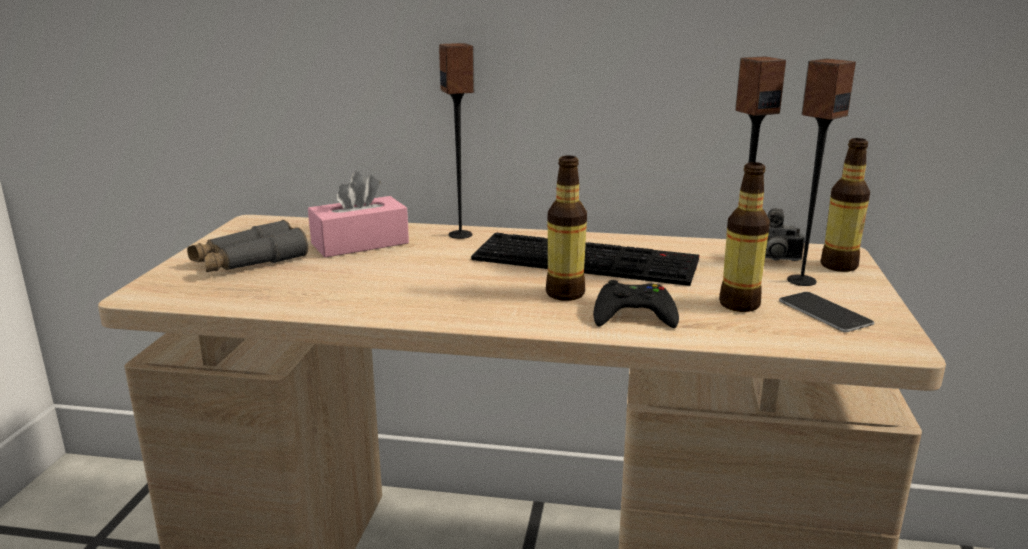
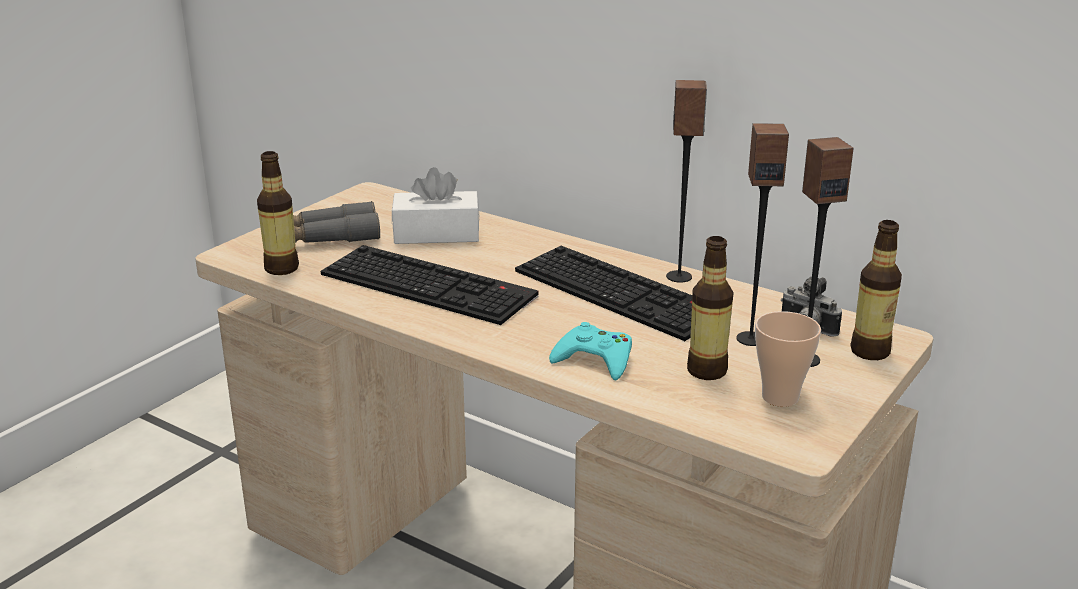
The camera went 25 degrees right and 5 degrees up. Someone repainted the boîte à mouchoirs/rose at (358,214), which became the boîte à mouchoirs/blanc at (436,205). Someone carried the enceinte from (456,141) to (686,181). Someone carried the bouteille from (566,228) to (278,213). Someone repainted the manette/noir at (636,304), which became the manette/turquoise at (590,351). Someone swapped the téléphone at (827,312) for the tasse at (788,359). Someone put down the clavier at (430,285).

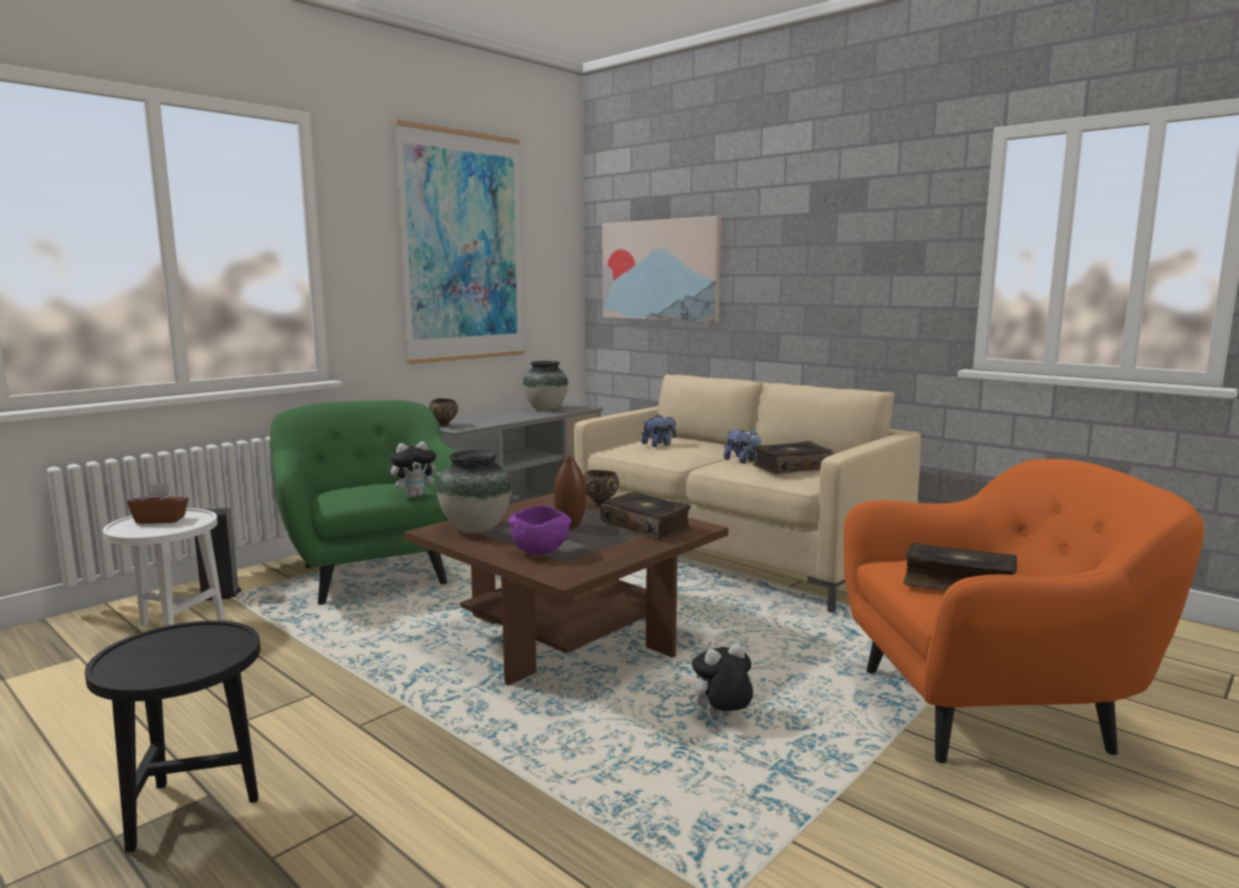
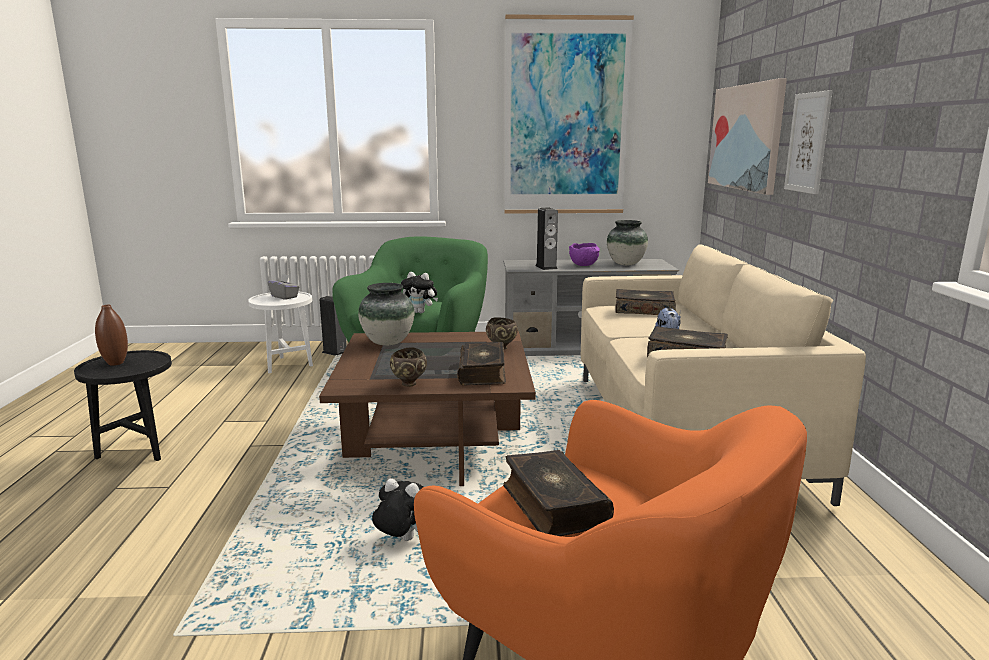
The camera went 45 degrees right and 5 degrees up. Someone repainted the boîte à mouchoirs/marron at (158,503), which became the boîte à mouchoirs/gris at (284,287). Someone carried the bol/marron from (443,412) to (408,367). Someone carried the bol/violet from (540,530) to (584,254). Someone carried the vase/marron from (570,492) to (111,335). Someone swapped the peluche at (659,431) for the livre at (646,302). Someone put down the enceinte at (546,239). Someone put up the tableau at (808,142).

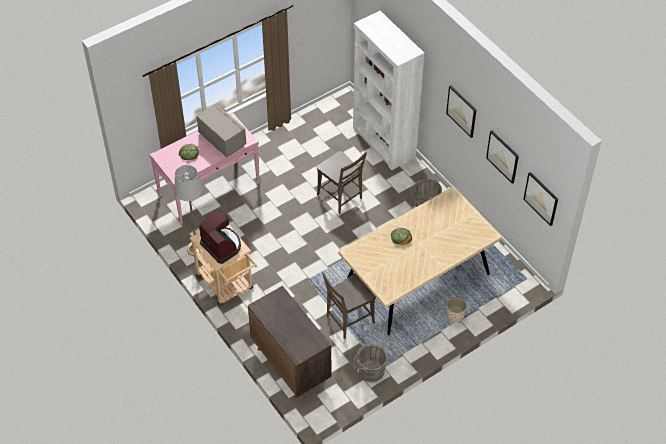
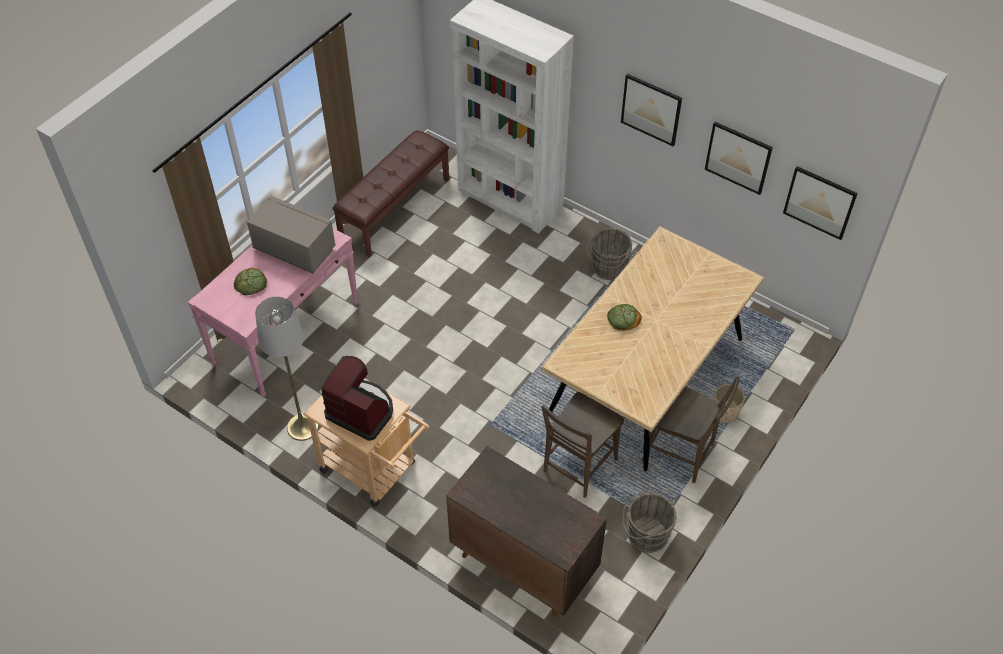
The camera went 20 degrees left and 0 degrees up. Someone carried the chaise/marron from (341,182) to (691,429). Someone put down the banc/marron at (390,193).

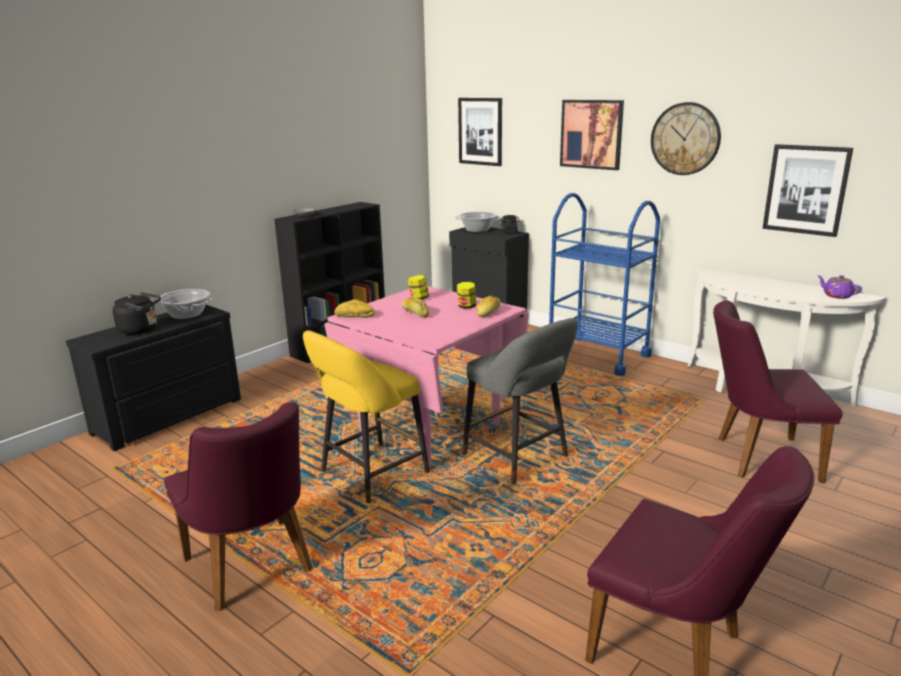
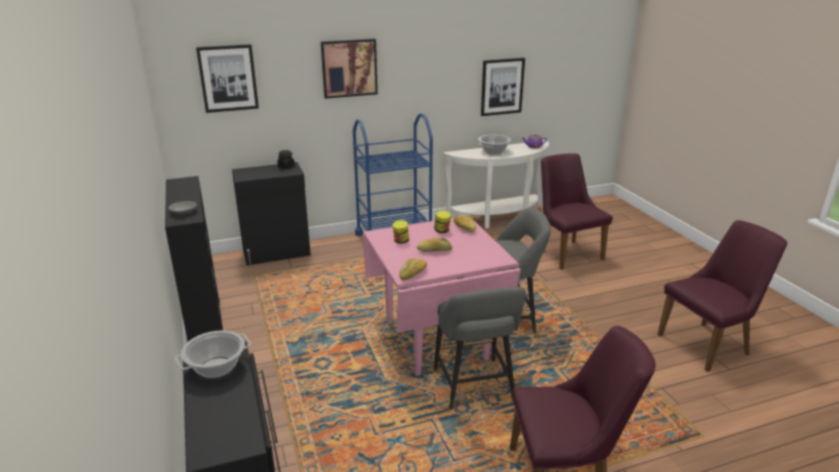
The camera went 60 degrees left and 5 degrees up. Someone took away the bouilloire/noir at (136,313). Someone repainted the tabouret/jaune at (366,416), which became the tabouret/gris at (480,348). Someone carried the marmite from (477,222) to (494,145). Someone took away the horloge murale at (686,138). Someone rotated the chaise/violet at (778,391) by 120 degrees clockwise.

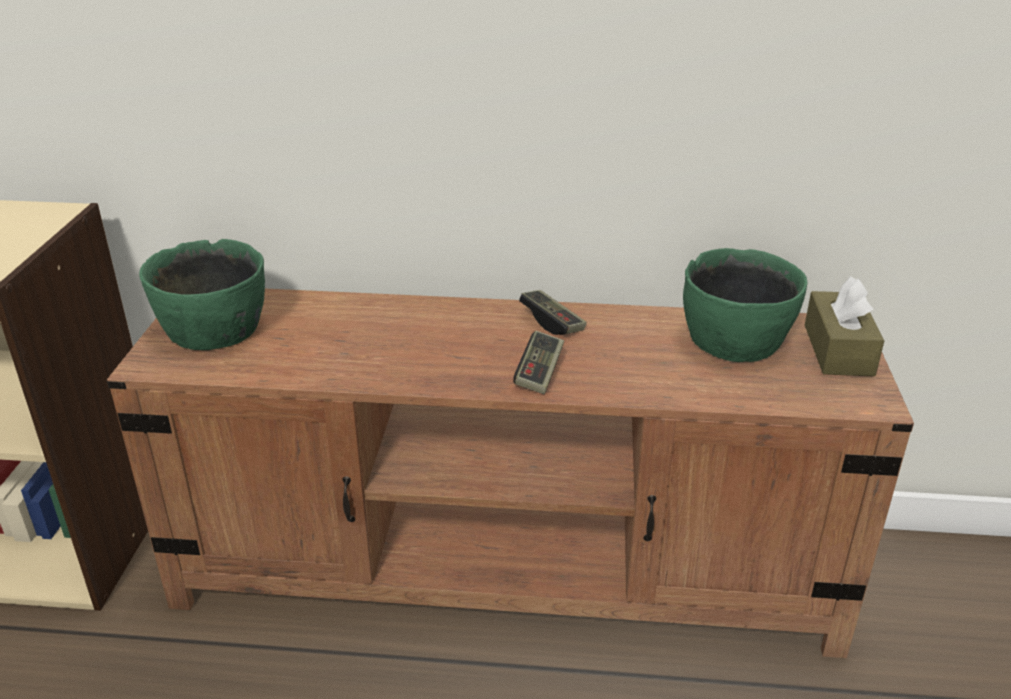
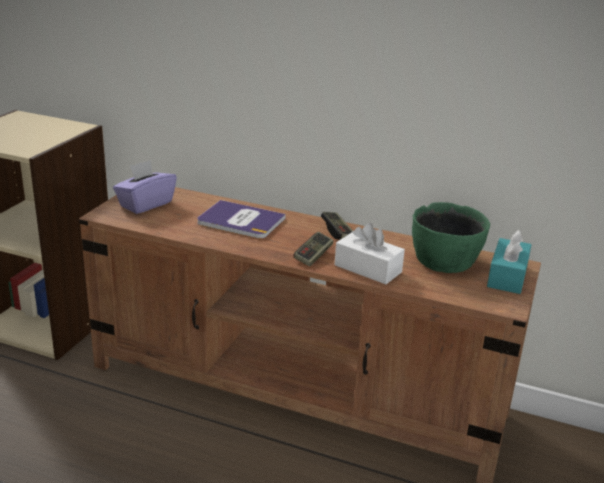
The camera went 15 degrees right and 5 degrees down. Someone swapped the bol/vert at (202,294) for the boîte à mouchoirs/violet at (145,187). Someone repainted the boîte à mouchoirs/marron at (844,326), which became the boîte à mouchoirs/turquoise at (509,262). Someone put down the livre at (242,219). Someone put down the boîte à mouchoirs/blanc at (370,253).

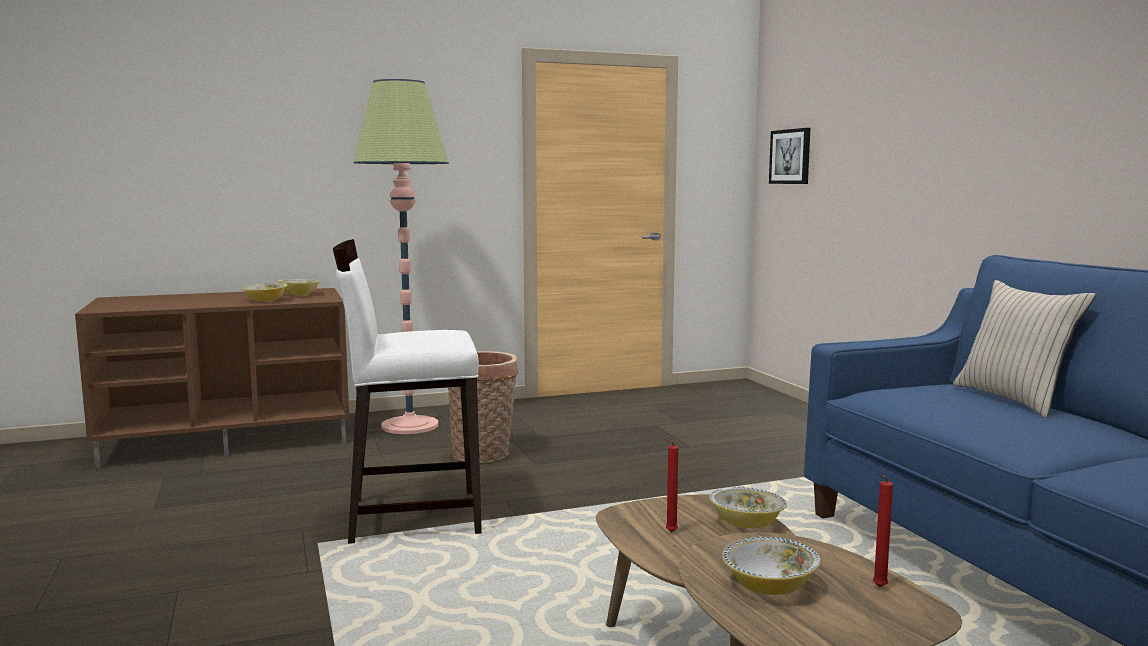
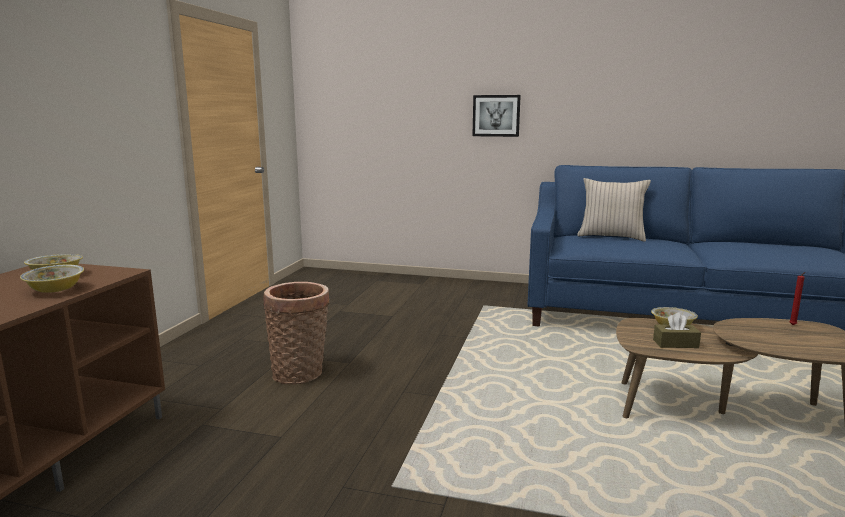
The camera went 55 degrees left and 5 degrees up. Someone took away the tabouret/blanc at (407,391). Someone took away the lampadaire at (401,256). Someone swapped the bougie/rouge at (672,485) for the boîte à mouchoirs/marron at (677,330). Someone took away the bol at (771,566). Someone carried the tableau from (789,156) to (496,116).

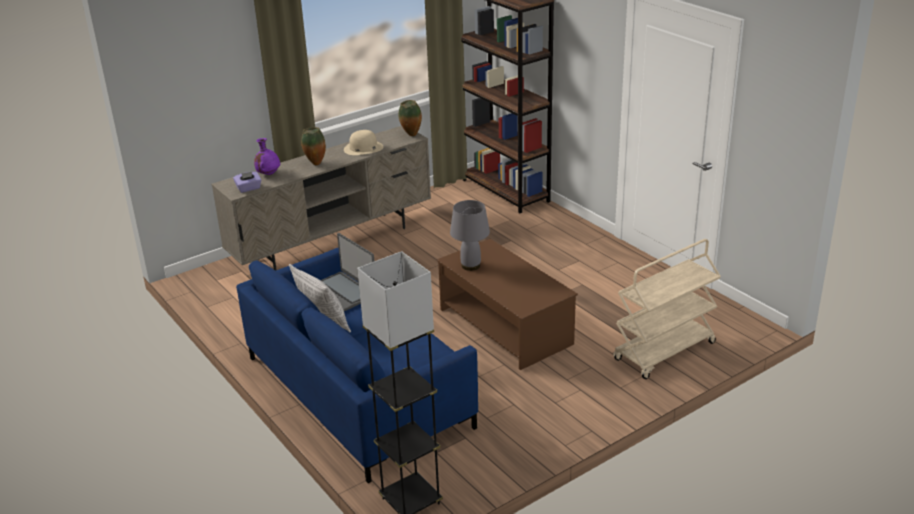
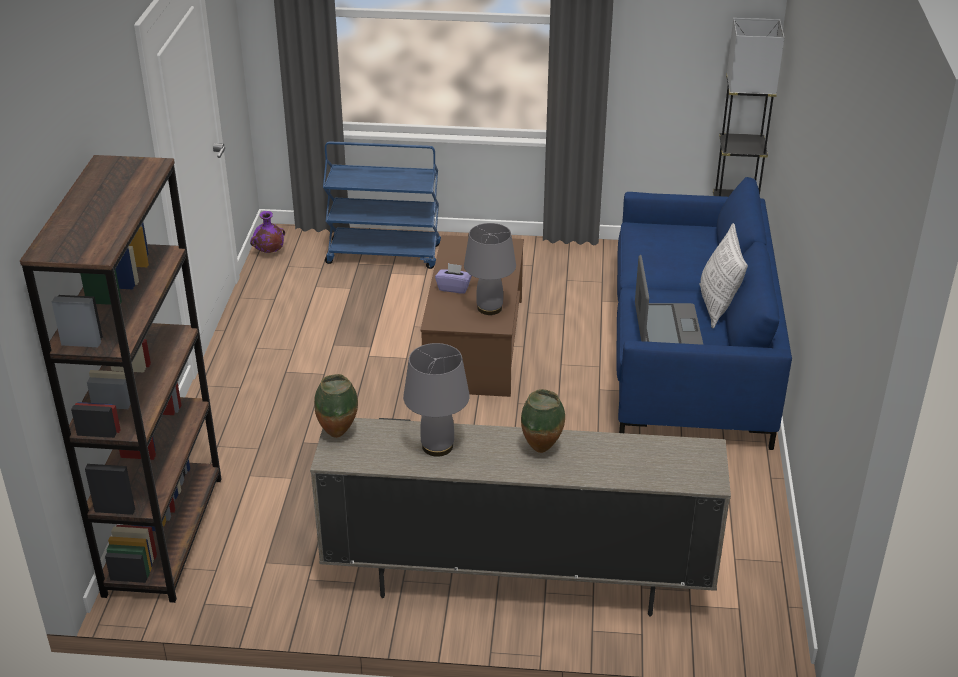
The camera went 140 degrees left and 5 degrees up. Someone carried the boîte à mouchoirs/violet from (247,182) to (453,278). Someone carried the vase/violet from (267,156) to (267,232). Someone swapped the chapeau/beige at (363,142) for the lampe de table/gris at (436,400). Someone repainted the chariot/beige at (667,309), which became the chariot/bleu at (382,205).

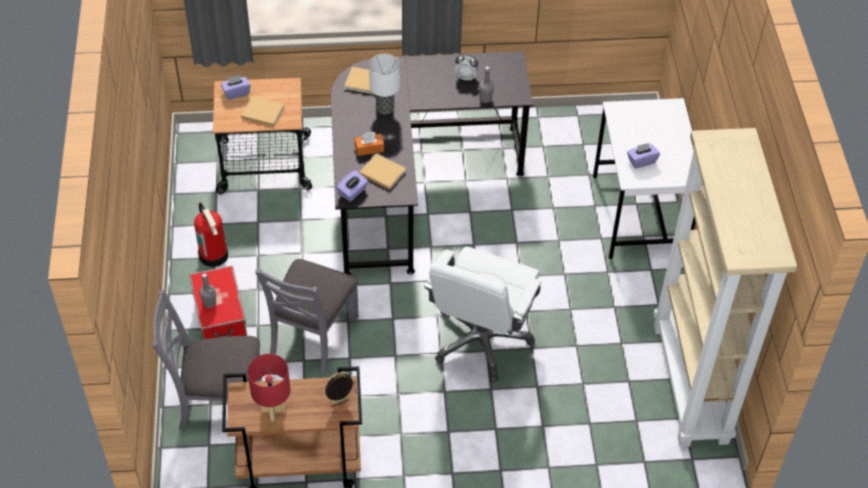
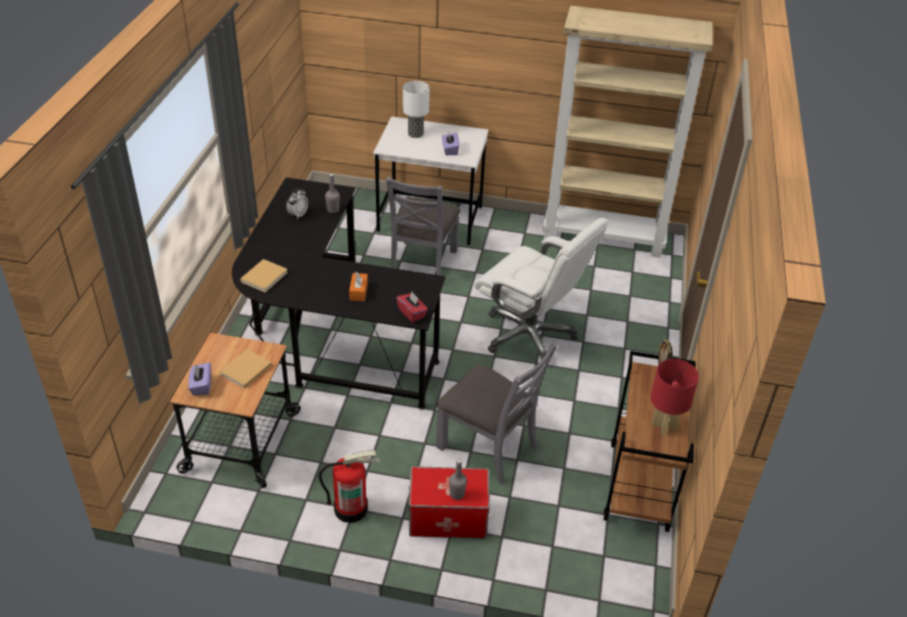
The camera went 75 degrees left and 10 degrees down. Someone carried the chaise/gris from (207,360) to (423,226). Someone repainted the boîte à mouchoirs/violet at (352,186), which became the boîte à mouchoirs/rouge at (412,307). Someone took away the livre/beige at (382,172). Someone carried the lampe de table from (384,84) to (416,109).

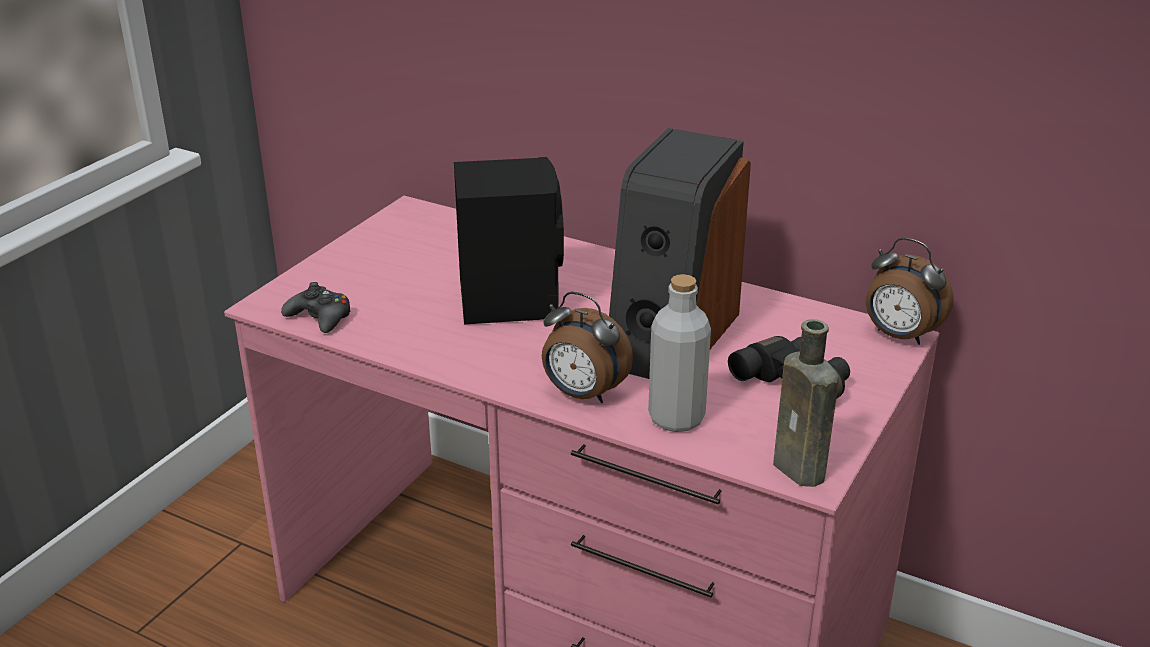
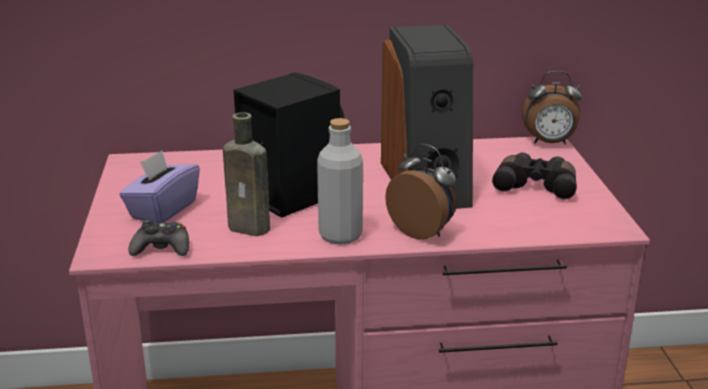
The camera went 35 degrees left and 5 degrees down. Someone rotated the réveil at (587,347) by 135 degrees counterclockwise. Someone carried the bouteille/gris from (679,353) to (340,181). Someone carried the bouteille/marron from (806,403) to (246,174). Someone put down the boîte à mouchoirs/violet at (159,186).

